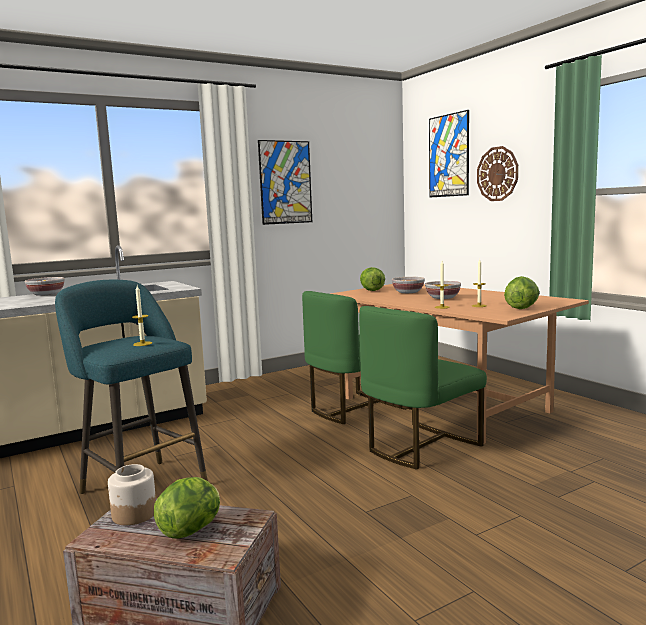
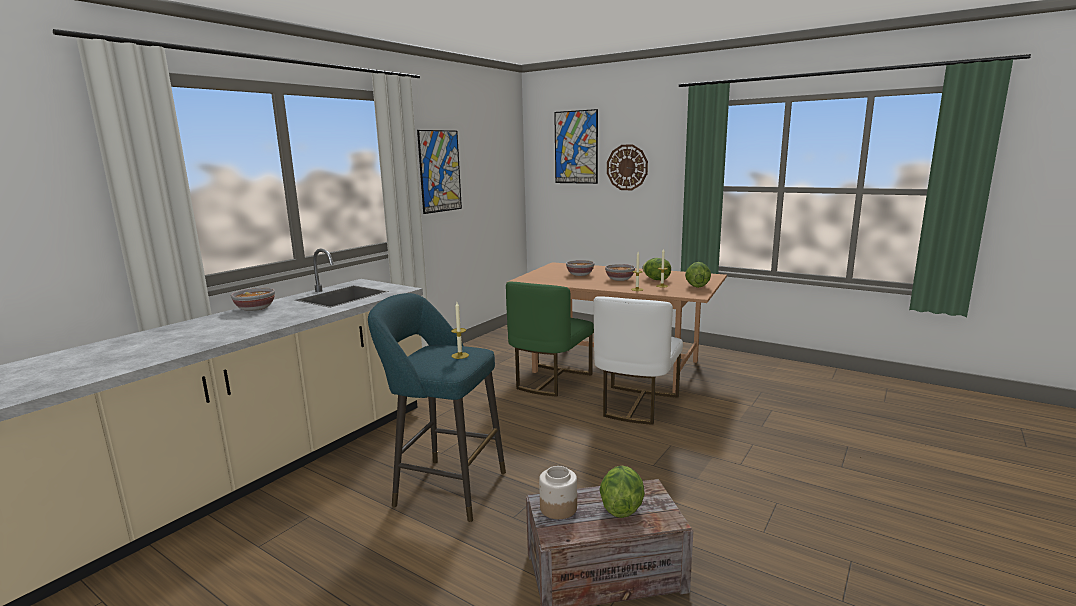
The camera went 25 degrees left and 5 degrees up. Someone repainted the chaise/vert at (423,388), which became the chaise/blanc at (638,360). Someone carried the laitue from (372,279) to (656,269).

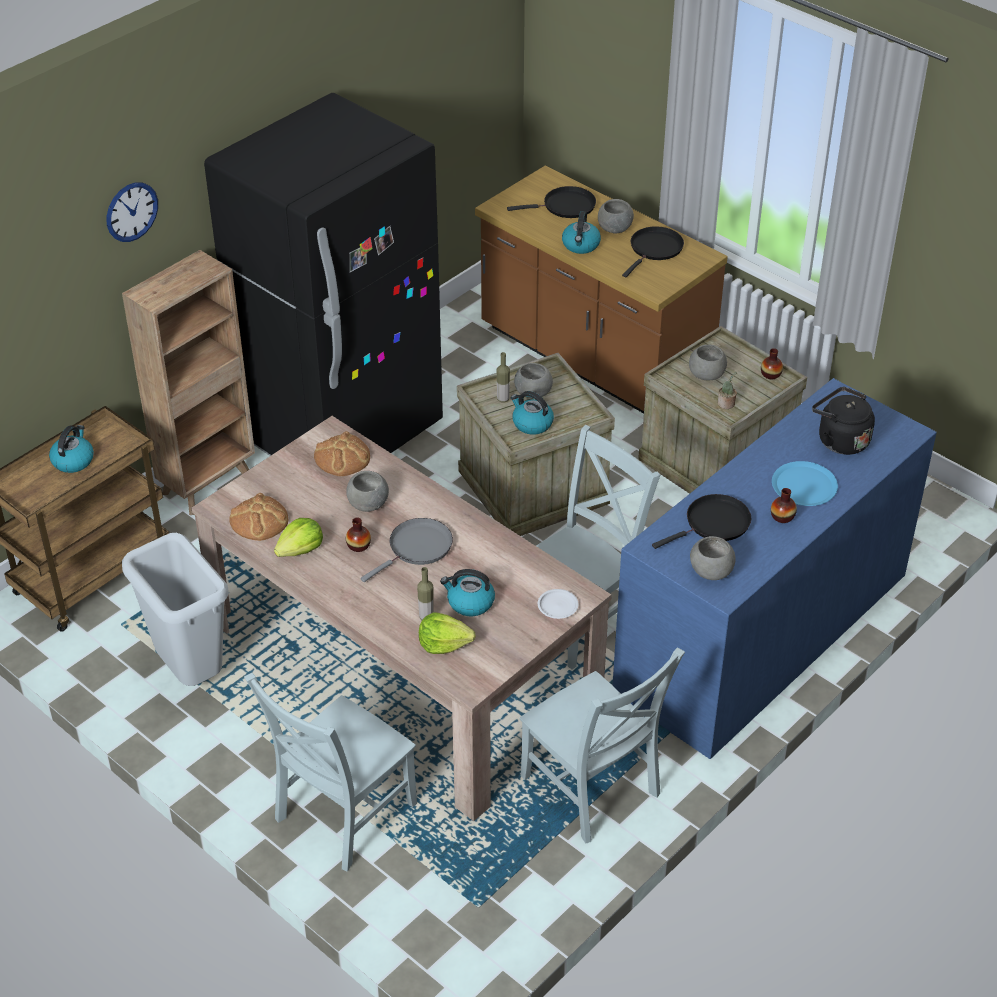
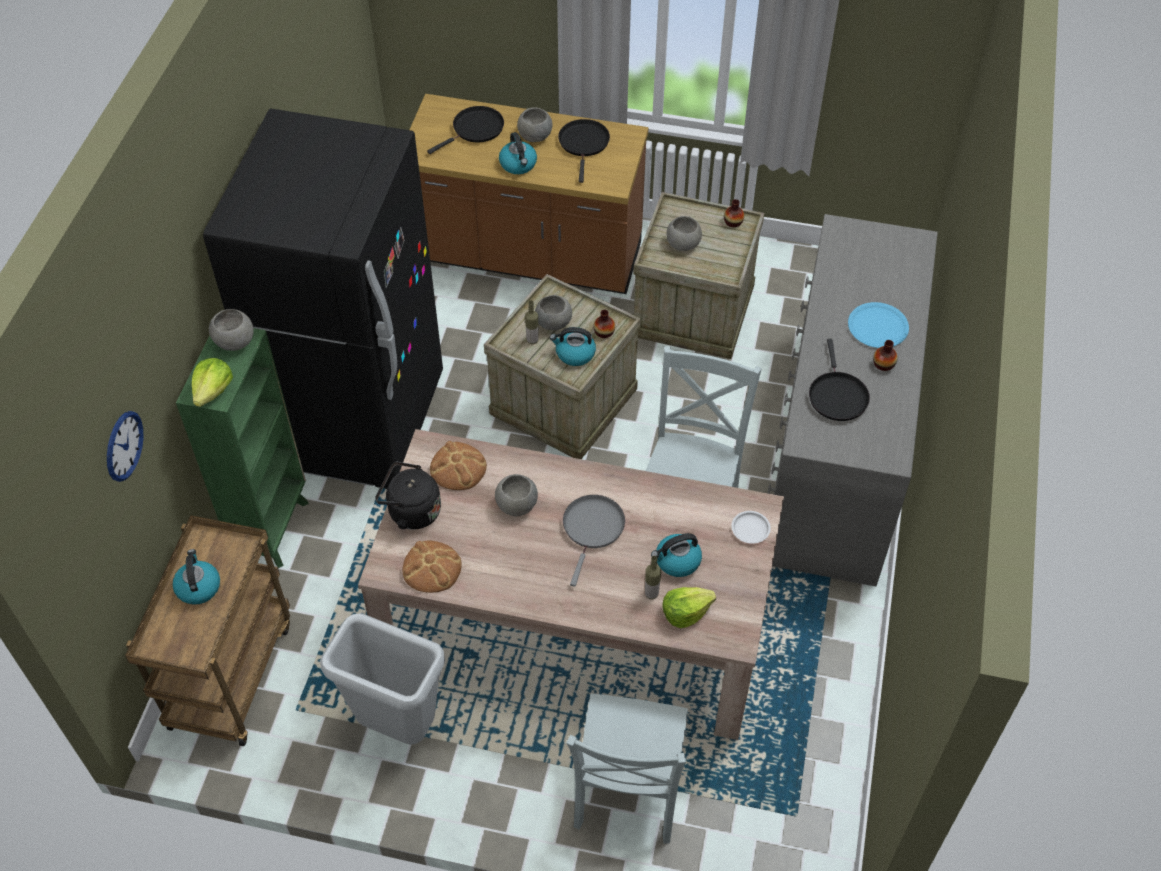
The camera went 30 degrees left and 10 degrees up. Someone carried the horloge murale from (132,212) to (125,446). Someone repainted the bibliothèque/marron at (188,382), which became the bibliothèque/vert at (242,448). Someone carried the laitue from (298,537) to (212,382). Someone carried the vase from (358,535) to (604,323). Someone took away the chaise/gris at (602,746). Someone repainted the commode/bleu at (774,568), which became the commode/gris at (853,400). Someone rotated the poêle/noir at (701,521) by 150 degrees clockwise. Someone carried the bol/gris from (713,558) to (231,330). Someone took away the plante en pot at (727,390). Someone carried the bouilloire/noir from (843,421) to (408,495).

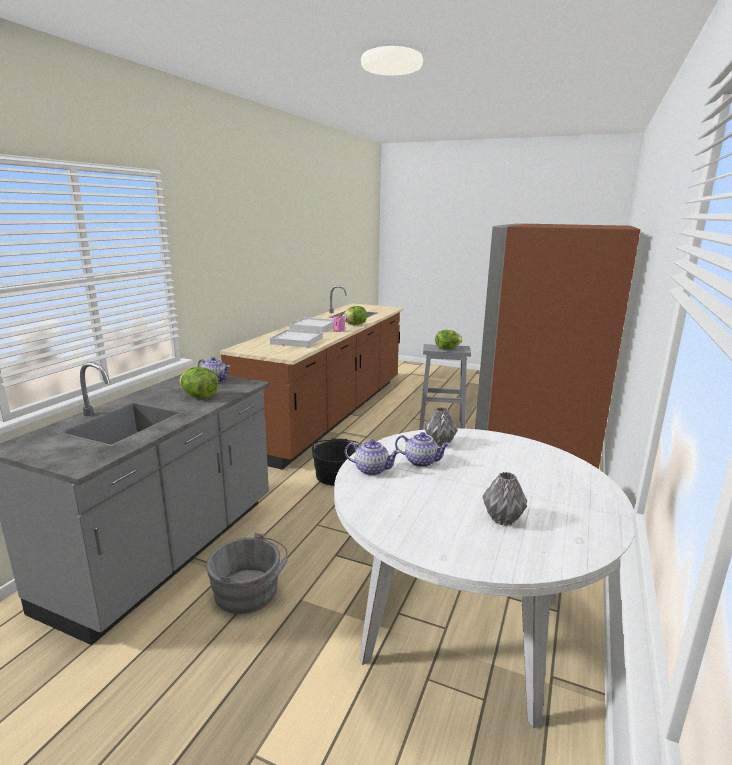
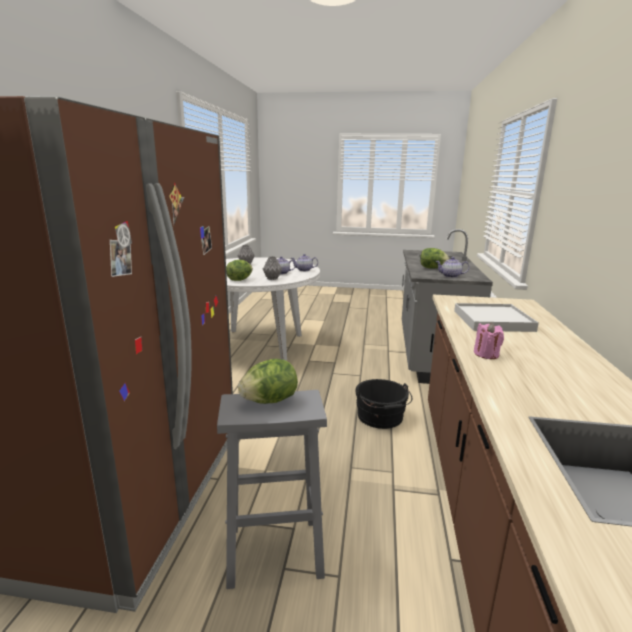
The camera went 165 degrees right and 0 degrees up. Someone took away the seau/gris at (247,573). Someone took away the plateau/blanc at (311,324). Someone carried the laitue from (355,315) to (239,270).

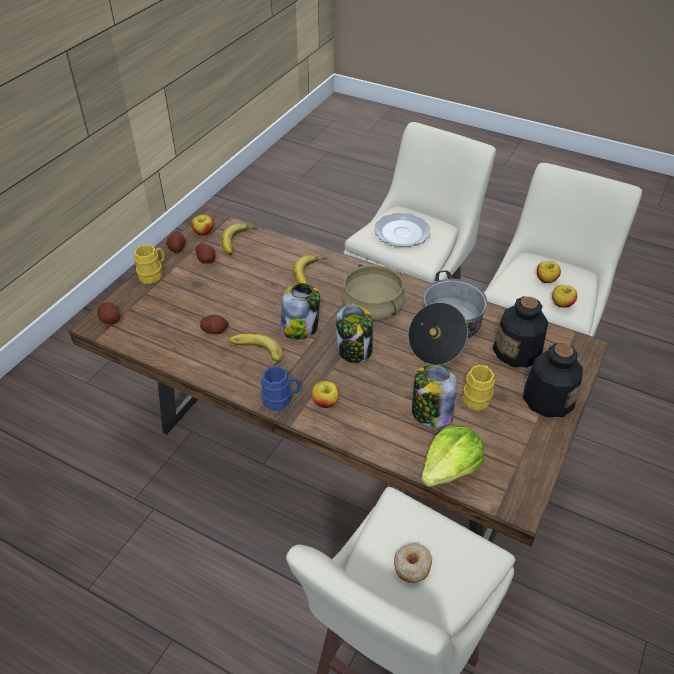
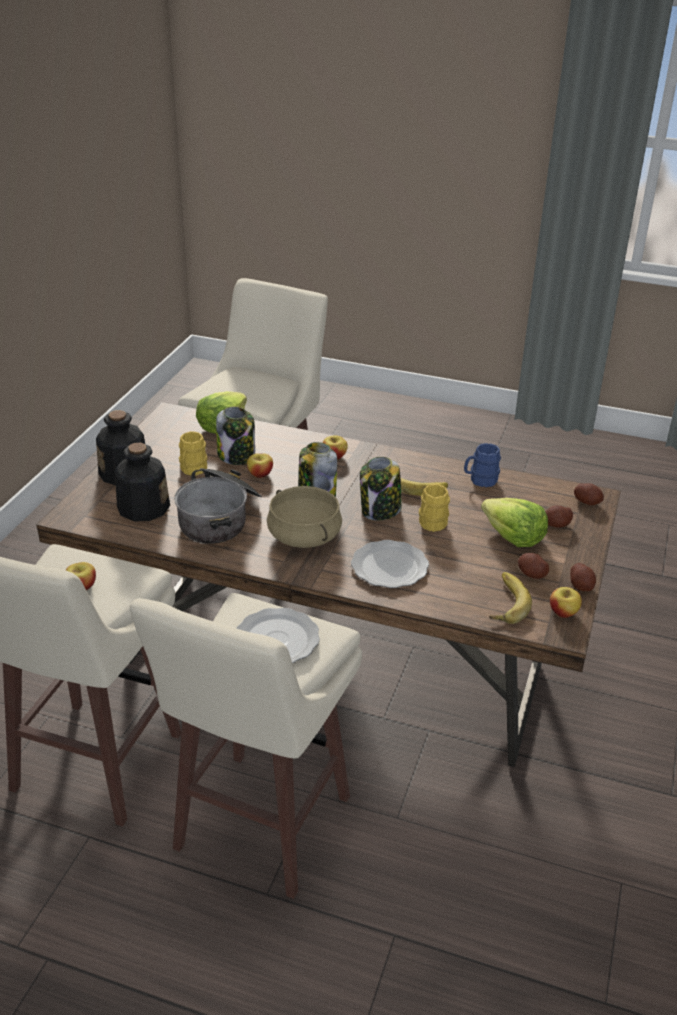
The camera went 170 degrees right and 10 degrees down. Someone carried the mug/jaune from (149,264) to (434,508). Someone carried the pomme de terre from (214,324) to (559,516). Someone carried the mug/bleu from (281,388) to (482,465). Someone swapped the banane at (310,269) for the assiette at (390,564). Someone took away the beignet at (413,563). Someone carried the pomme from (564,296) to (260,465). Someone put down the laitue at (514,522).

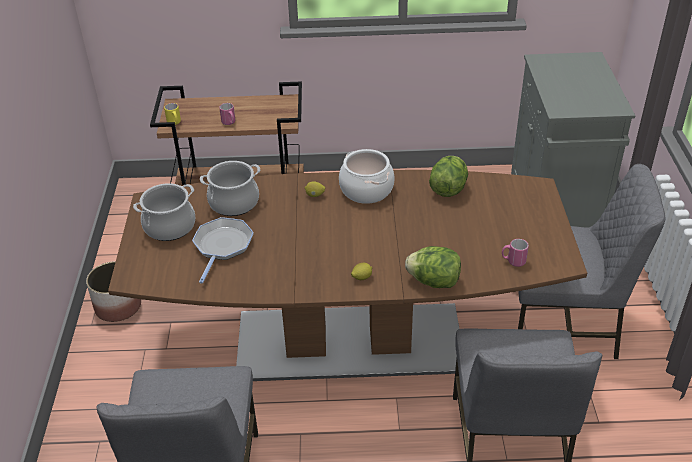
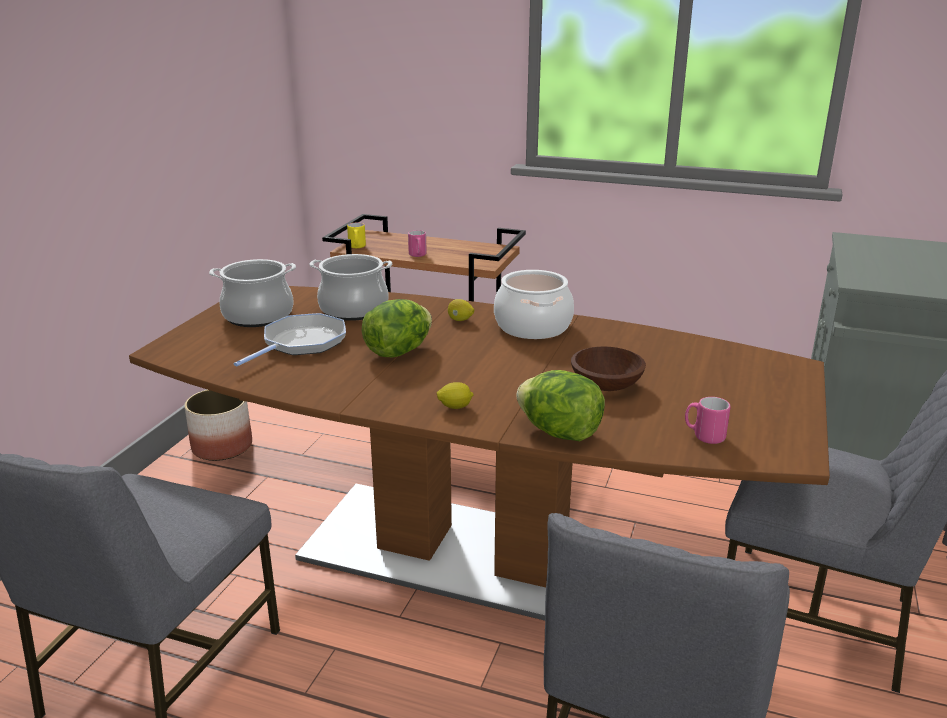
The camera went 20 degrees right and 15 degrees down. Someone carried the laitue from (448,176) to (396,328). Someone put down the bol/marron at (608,368).

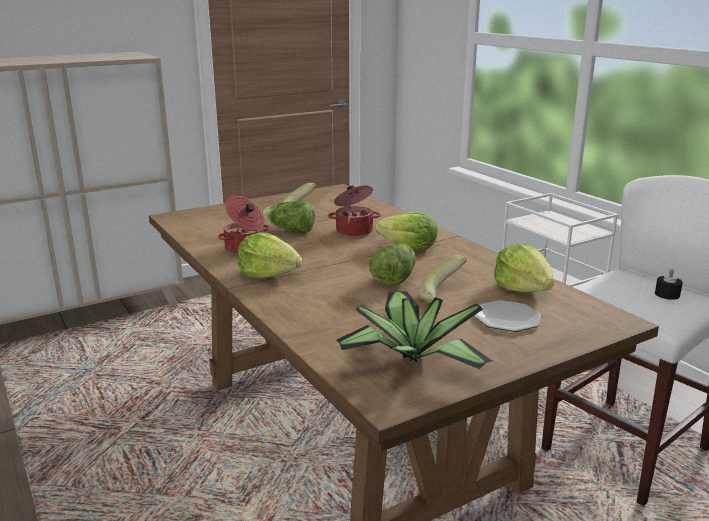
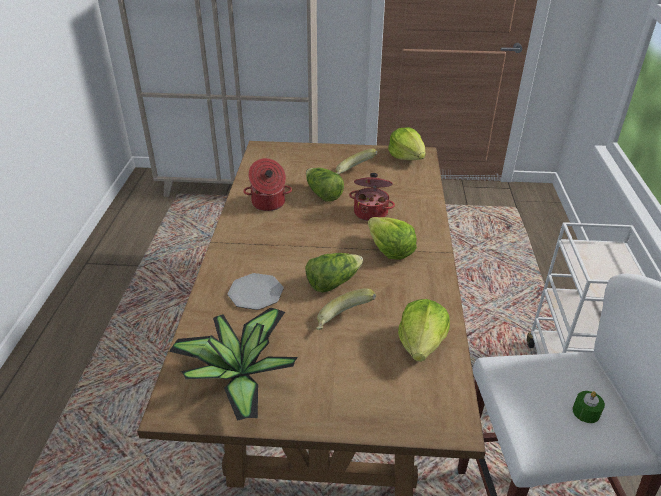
The camera went 35 degrees right and 15 degrees up. Someone carried the laitue from (270,255) to (407,143). Someone carried the assiette from (508,316) to (256,291). Someone repainted the bougie/noir at (669,284), which became the bougie/vert at (588,407).

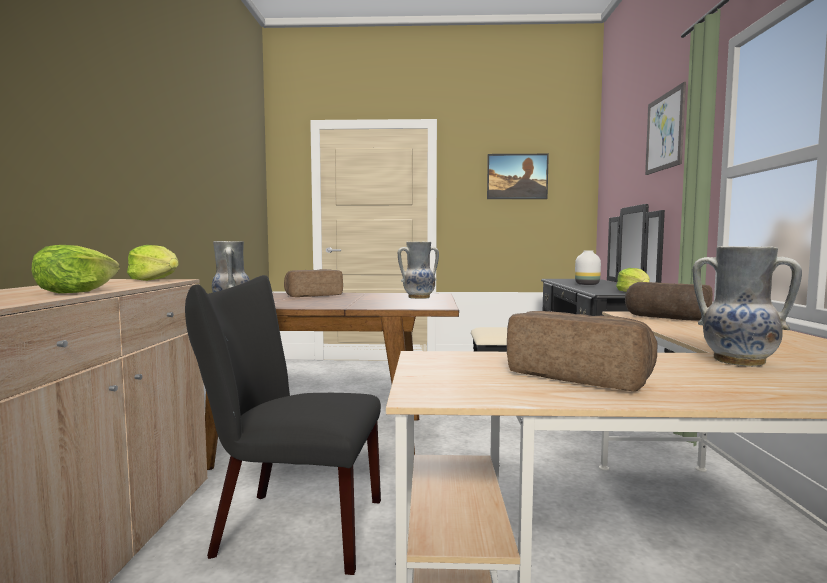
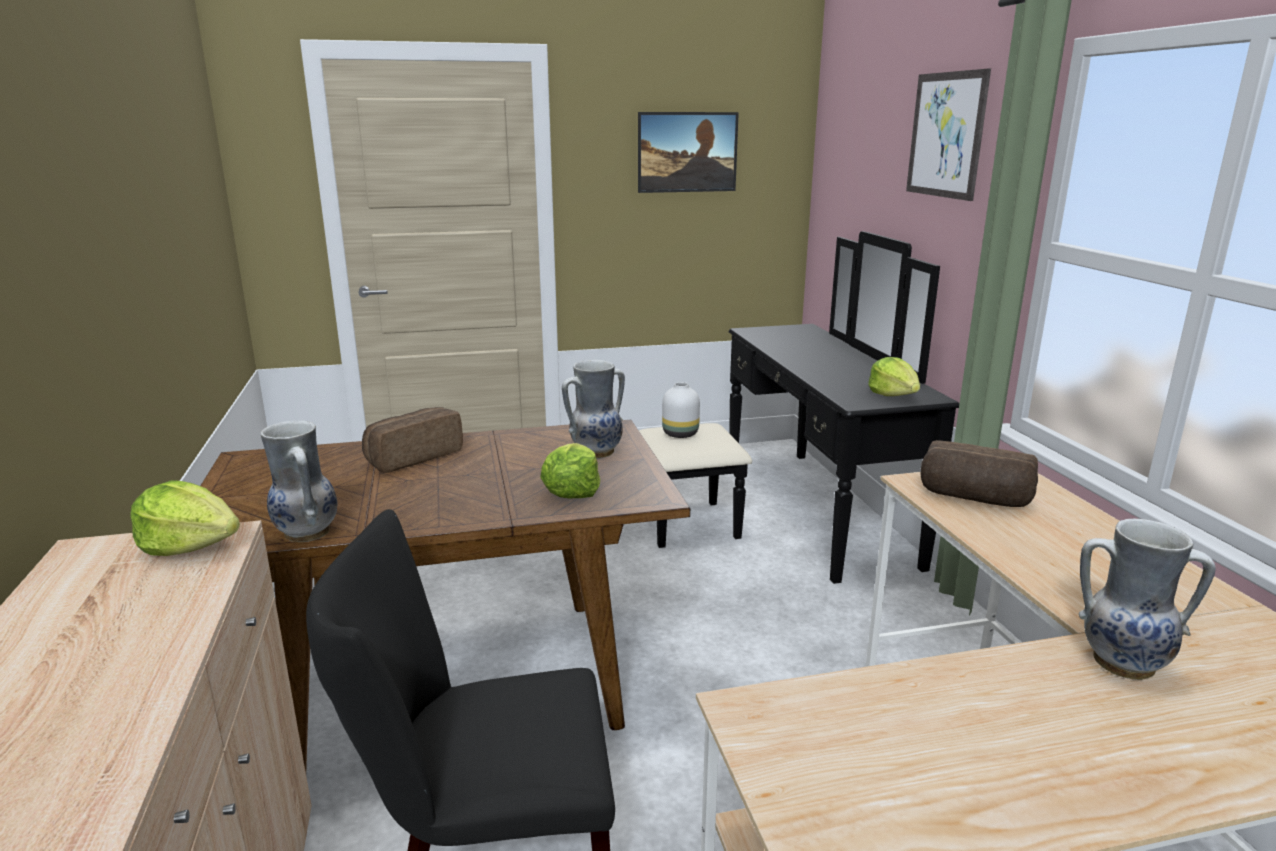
The camera went 15 degrees left and 15 degrees up. Someone carried the laitue from (75,269) to (570,470). Someone took away the pain at (582,351). Someone carried the vase/blanc from (588,267) to (681,410).

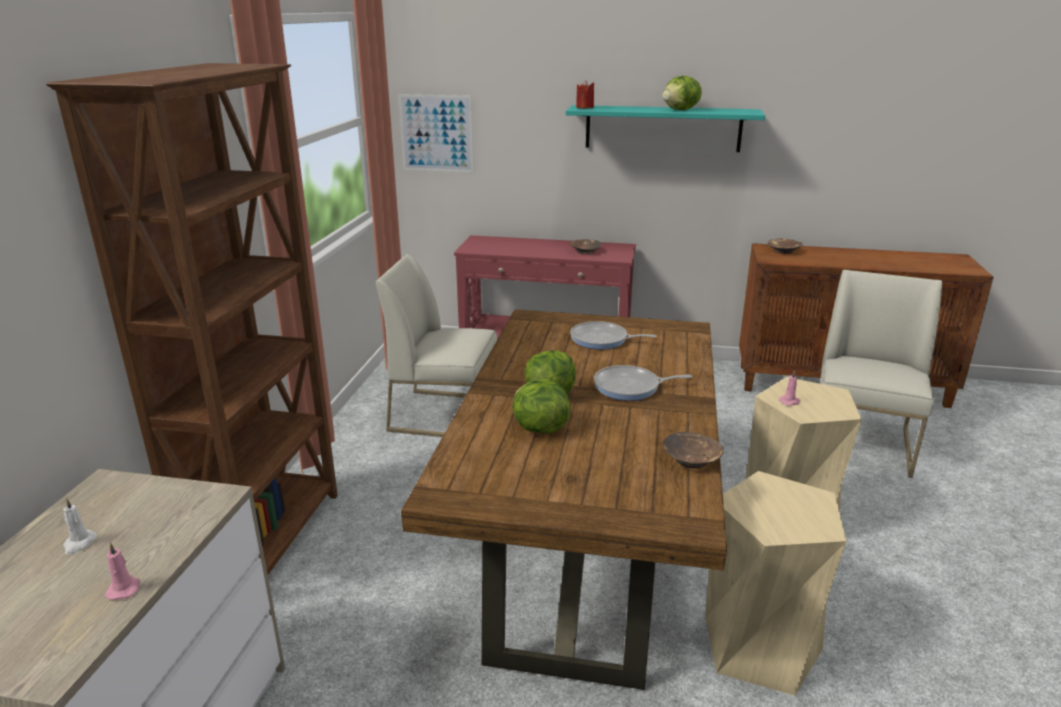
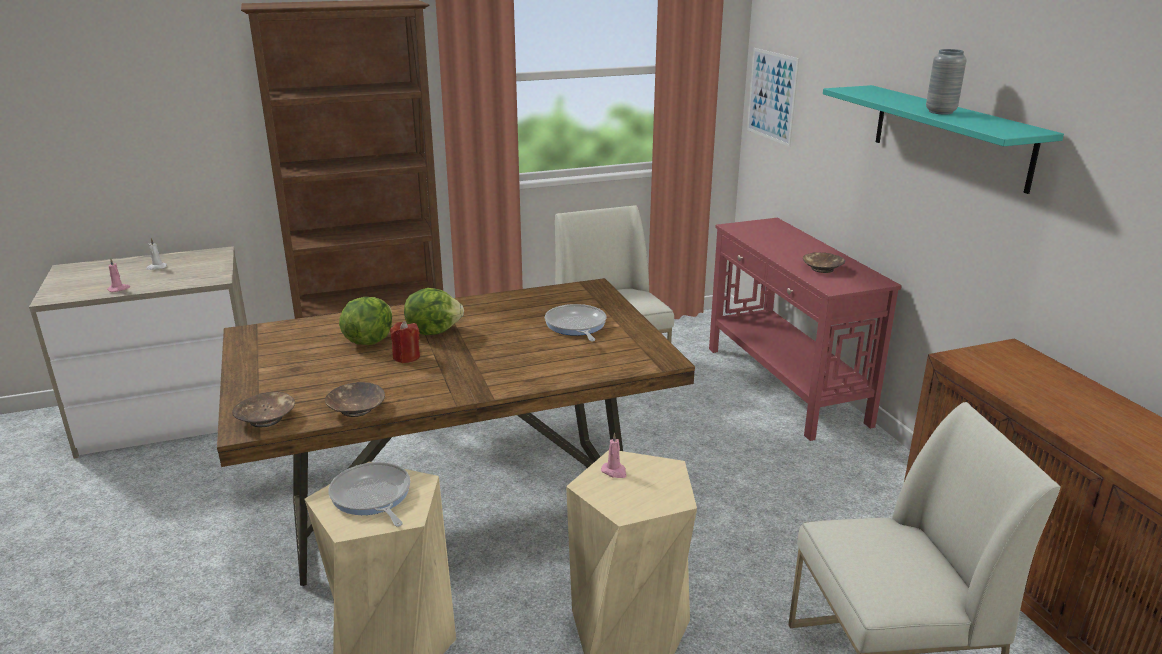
The camera went 60 degrees right and 0 degrees up. Someone carried the bougie/rouge from (585,94) to (405,342). Someone carried the poêle from (643,383) to (369,494). Someone swapped the laitue at (682,93) for the vase/gris at (946,81). Someone carried the bol/marron from (785,246) to (263,409).

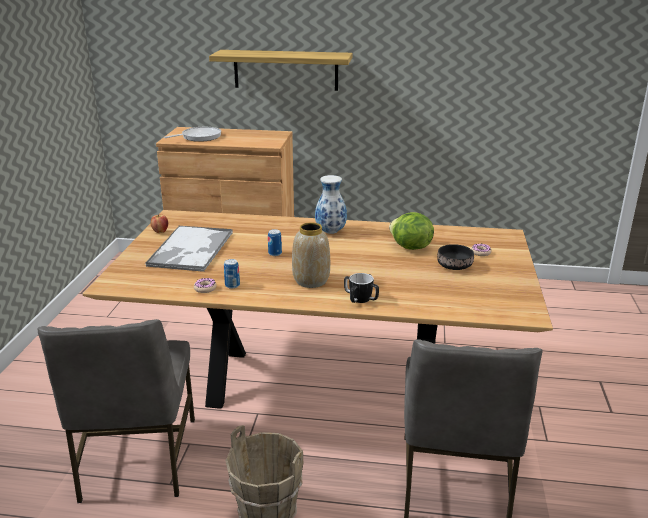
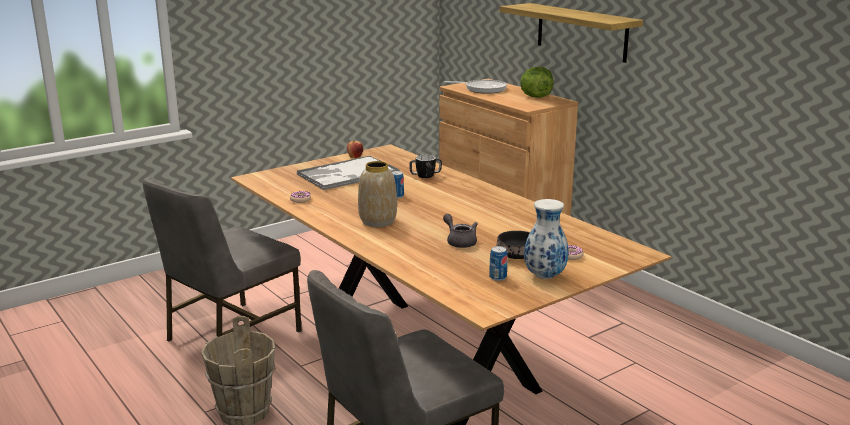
The camera went 45 degrees right and 5 degrees down. Someone carried the boîte métallique from (232,274) to (498,263). Someone carried the vase from (331,204) to (546,239). Someone carried the mug from (361,288) to (425,166). Someone carried the laitue from (411,231) to (536,82). Someone put down the théière/gris at (460,231).

